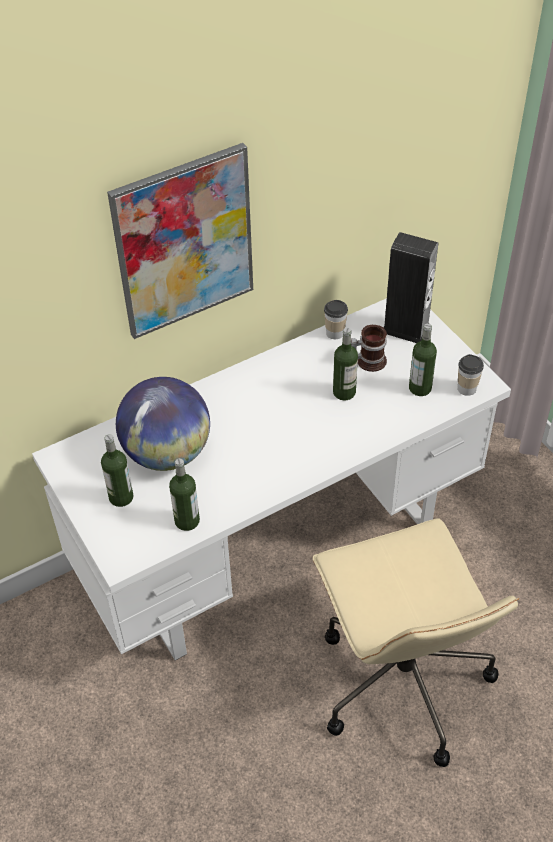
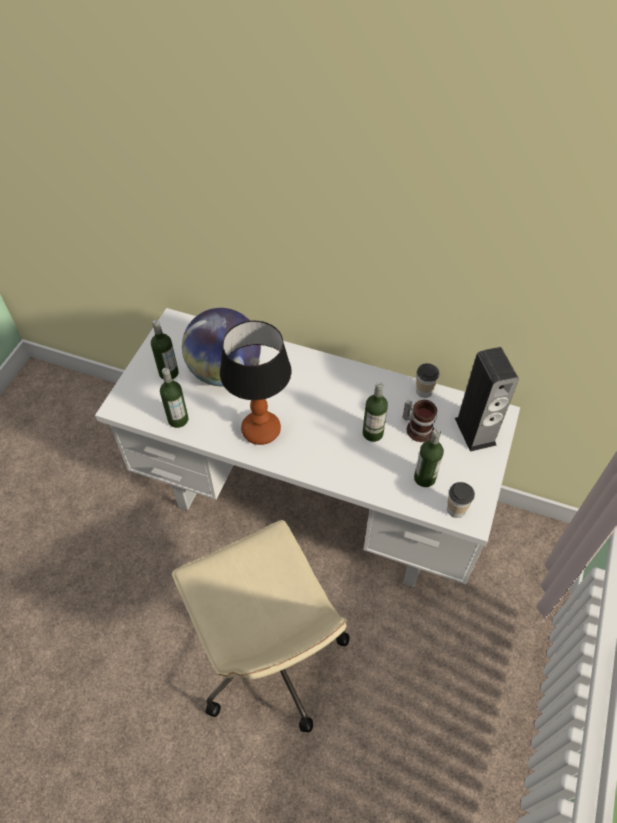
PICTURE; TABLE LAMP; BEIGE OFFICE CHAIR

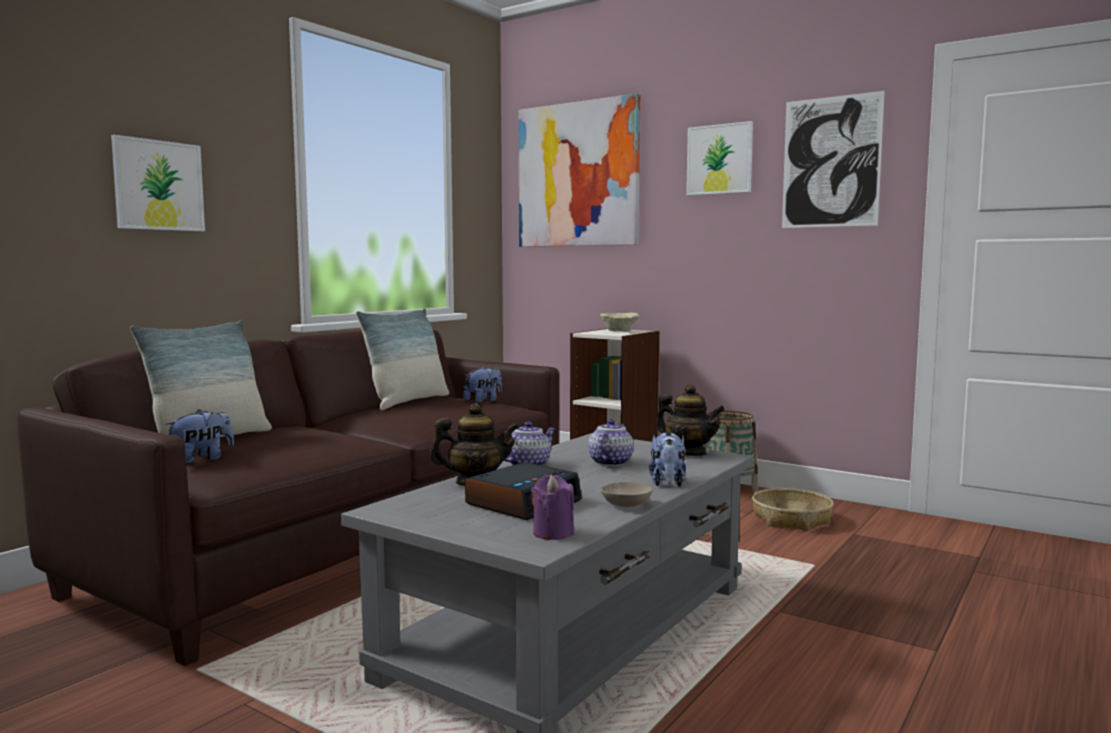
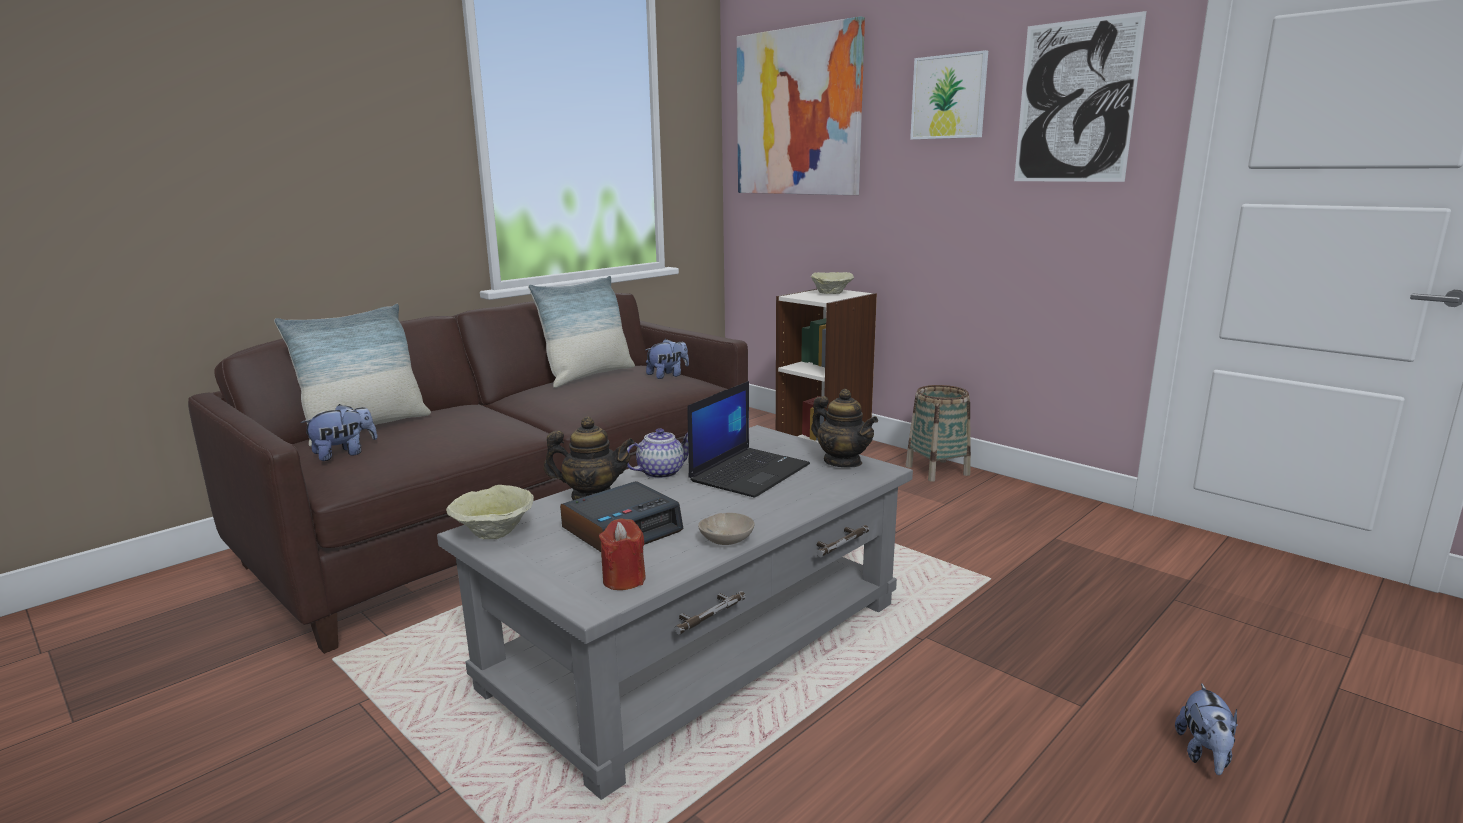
PICTURE (no. 1 from left in the first image); BASKET (no. 2 from left in the first image); BEIGE BOWL (no. 1 from left); PLUSH TOY (no. 3 from left); LAPTOP; RED CANDLE

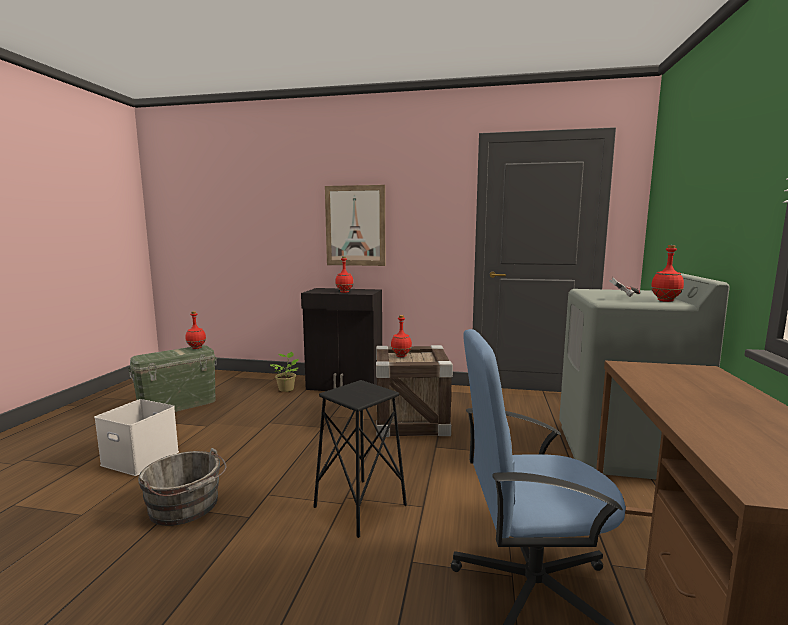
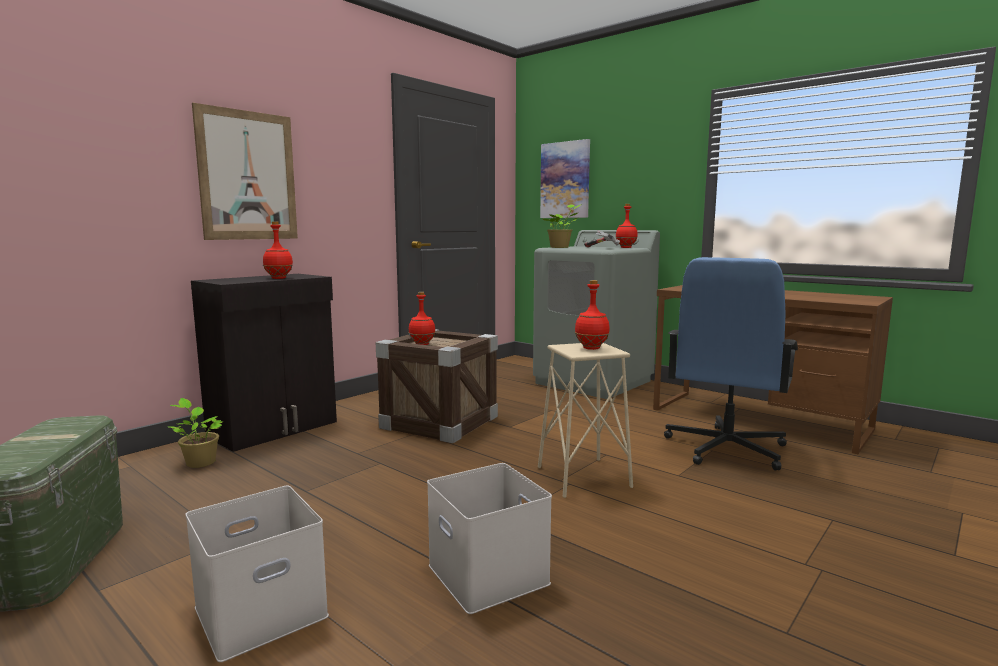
PICTURE (no. 2 from left); POTTED PLANT (no. 2 from left); RED BOTTLE (no. 3 from left); WHITE STORAGE BOX (no. 2 from left); BEIGE STOOL

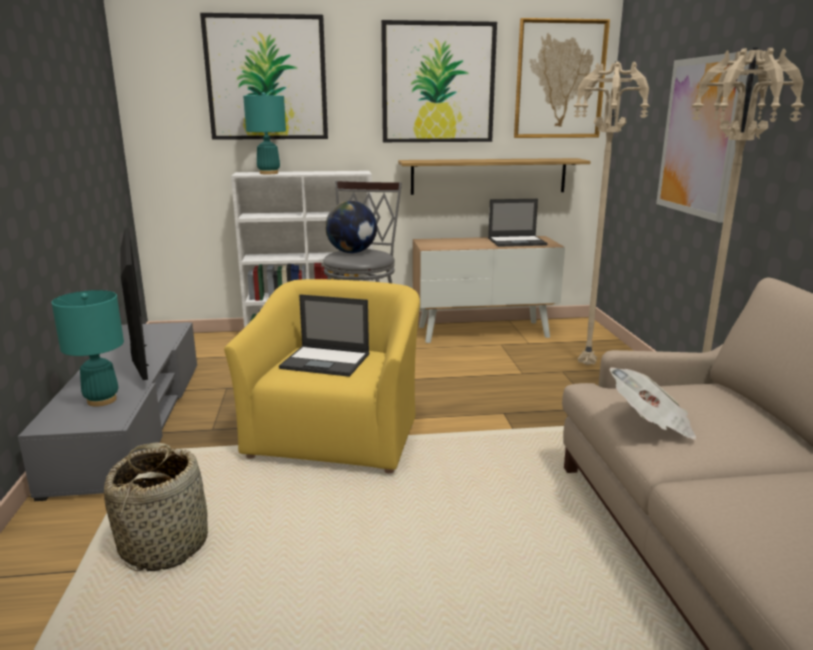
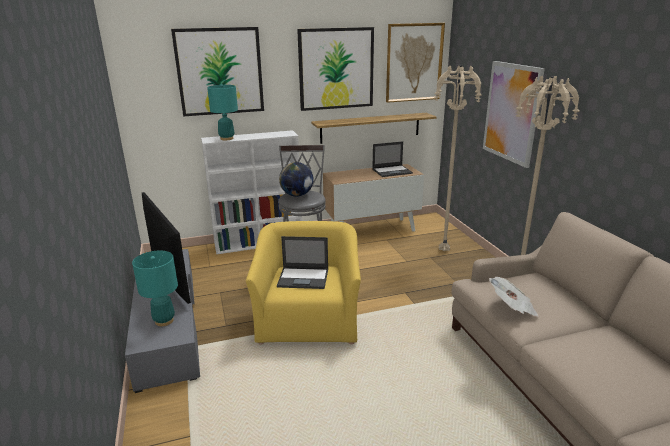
BASKET

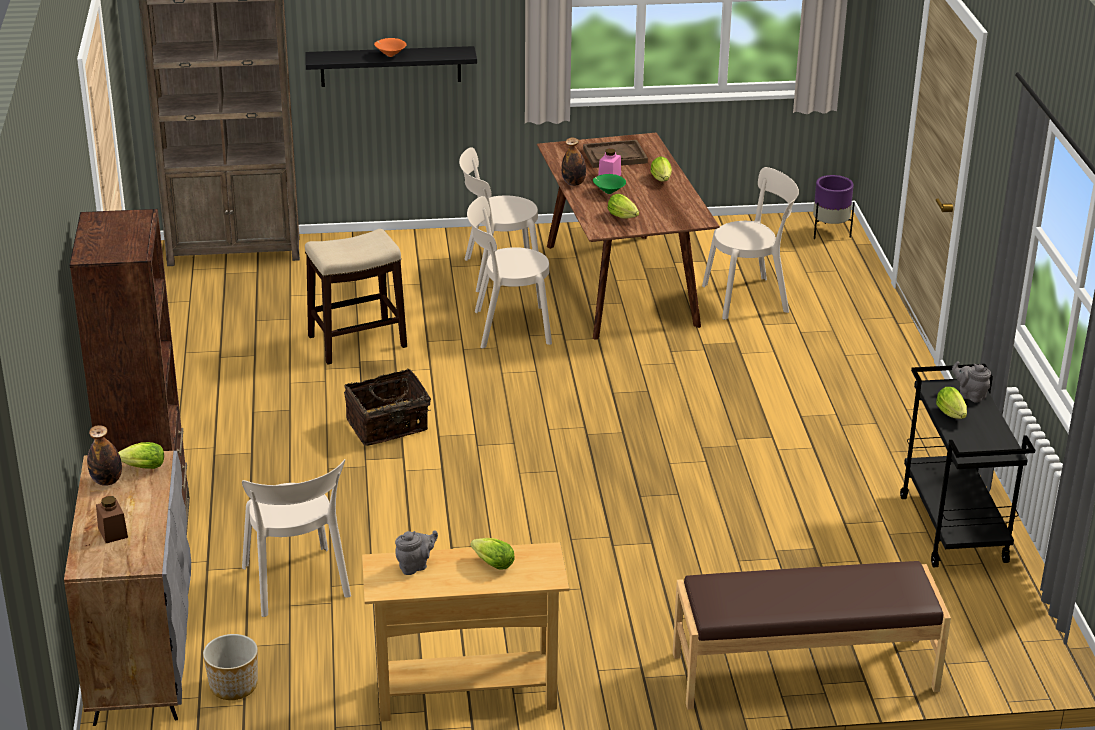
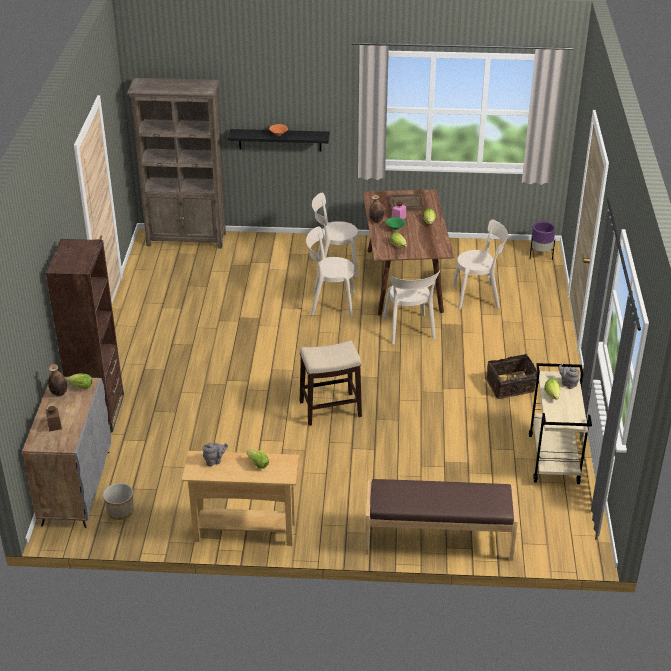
BEIGE CHAIR (no. 3 from left); STOOL; BASKET; BEIGE CART

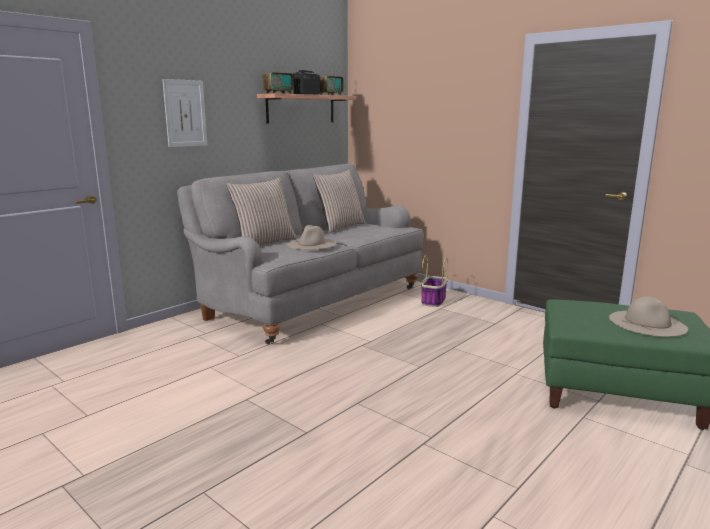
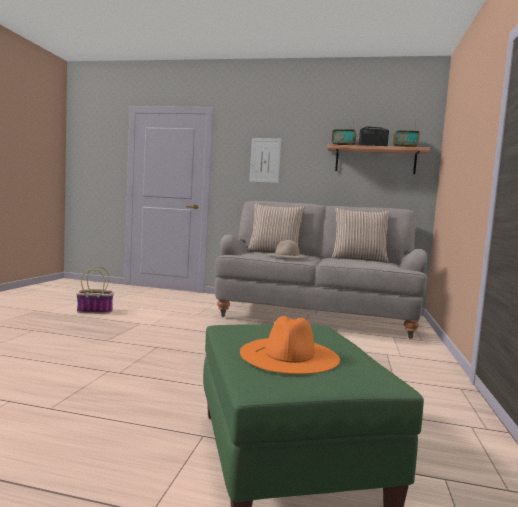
BASKET; ORANGE HAT

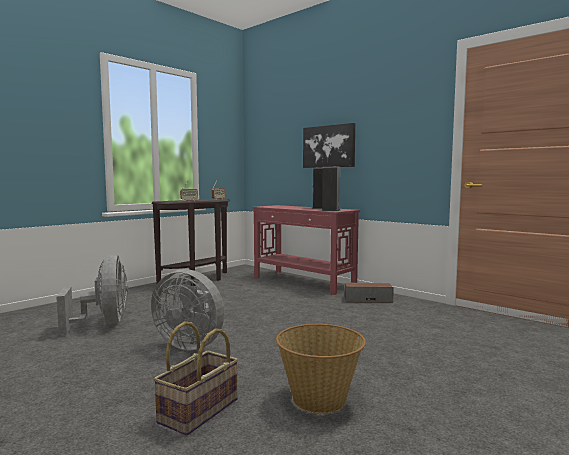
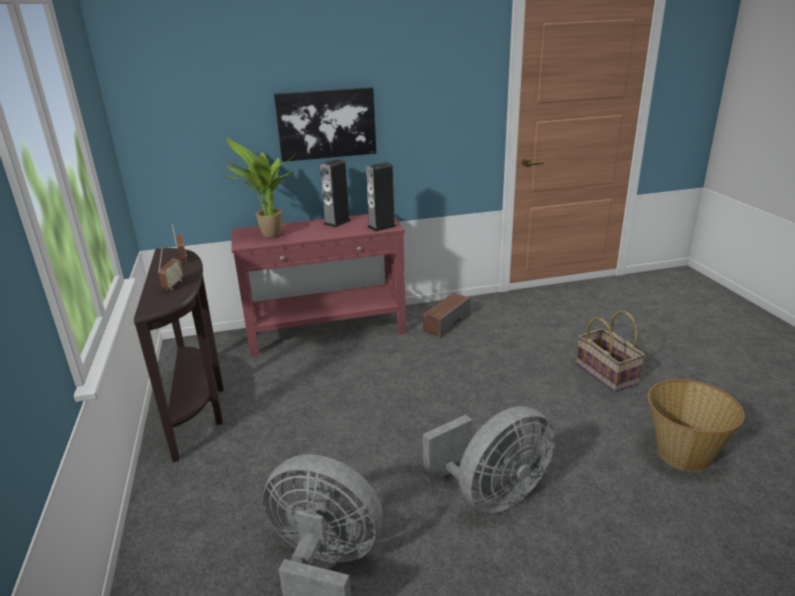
POTTED PLANT; BASKET (no. 1 from left)

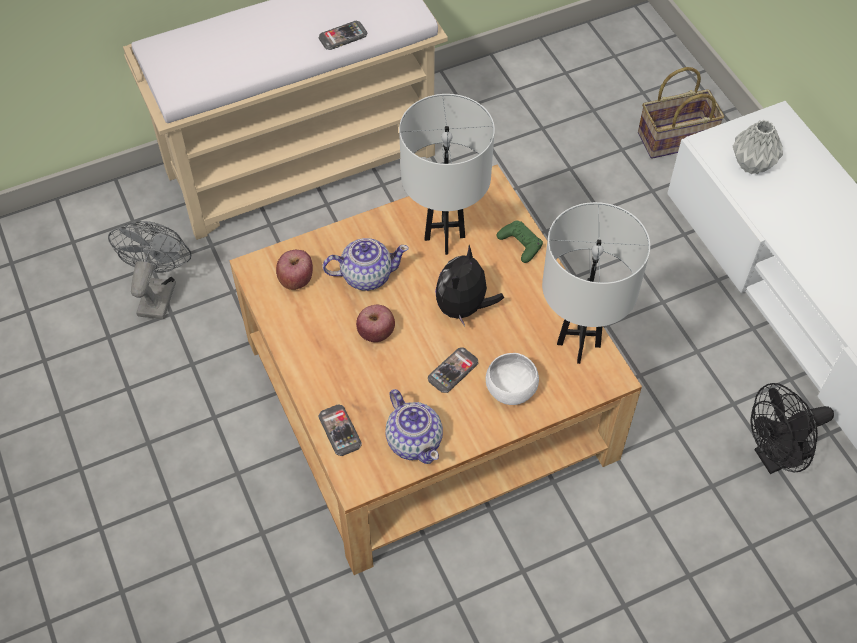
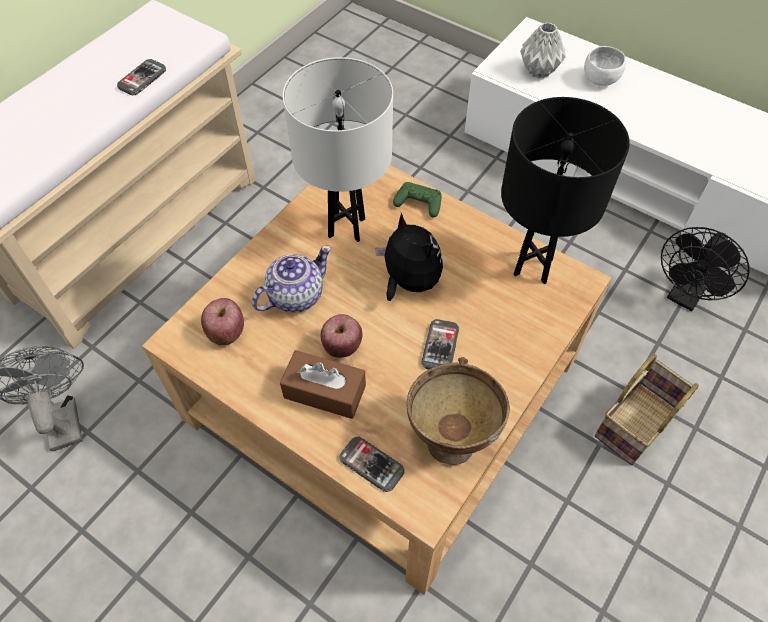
BROWN TISSUE BOX; WHITE BOWL; BASKET; BROWN BOWL; BLACK TABLE LAMP; PLUSH TOY

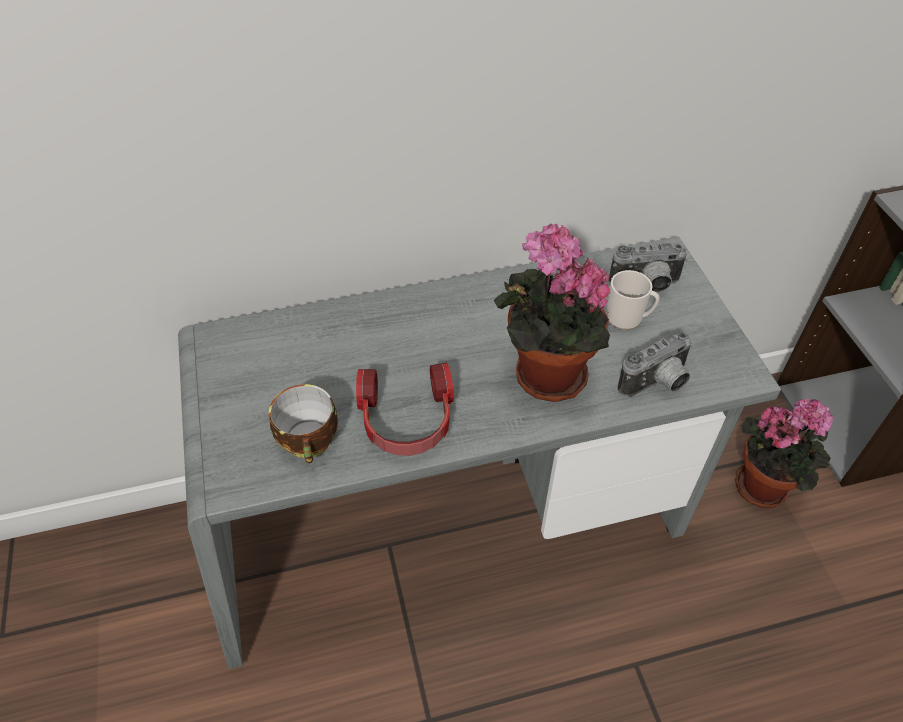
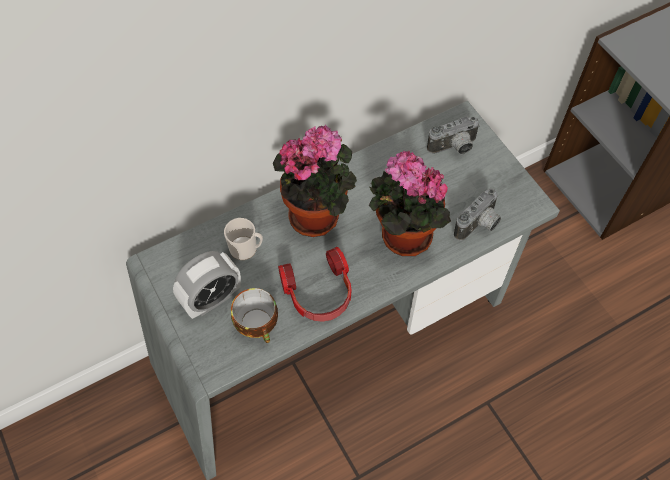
ALARM CLOCK; MUG; POTTED PLANT (no. 1 from left)

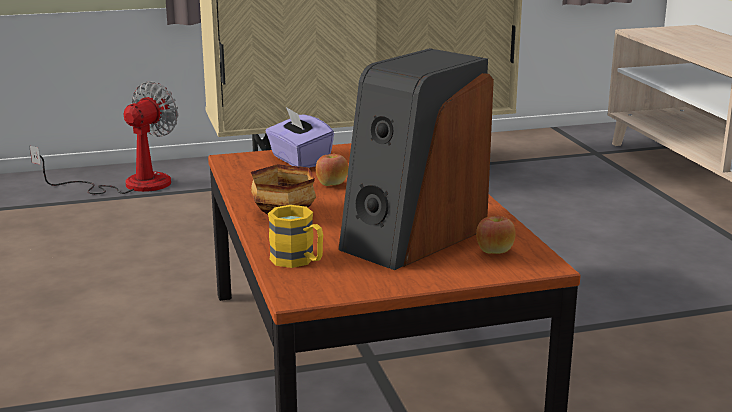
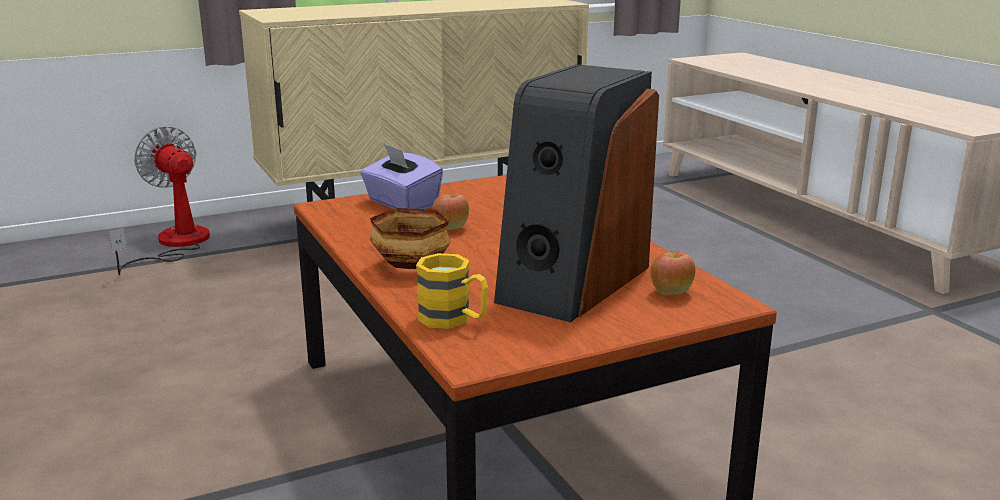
FAN

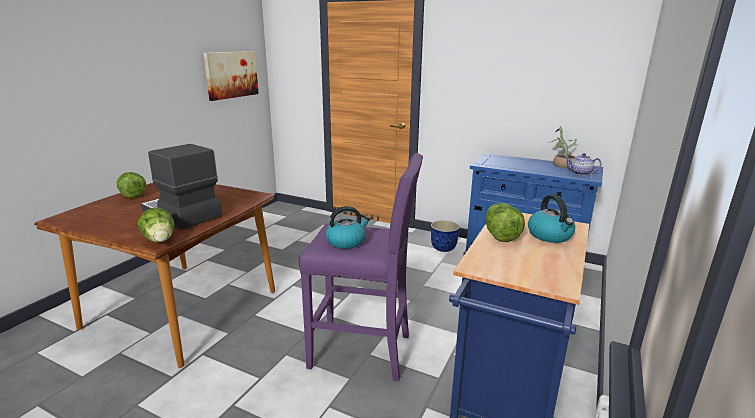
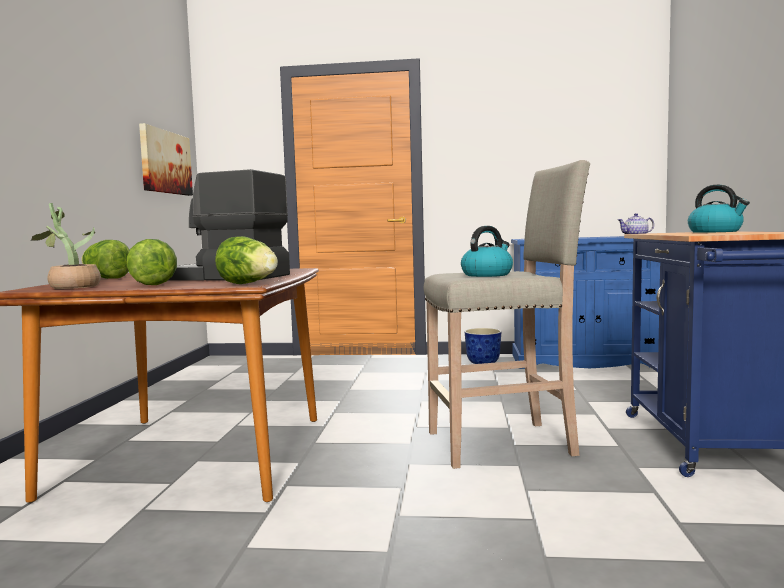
LETTUCE (no. 2 from left); POTTED PLANT; BEIGE STOOL

